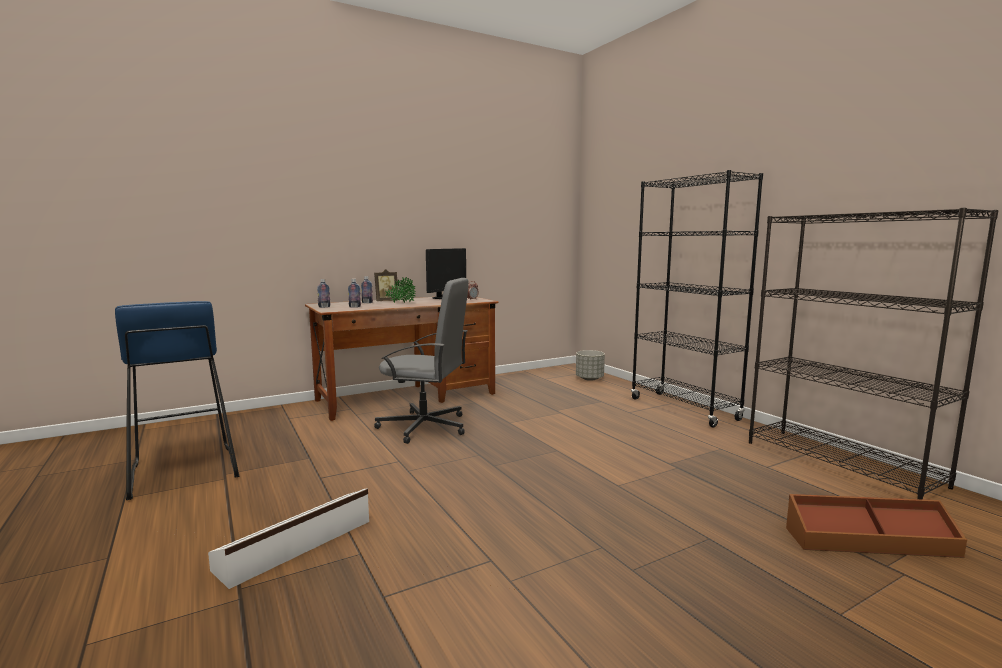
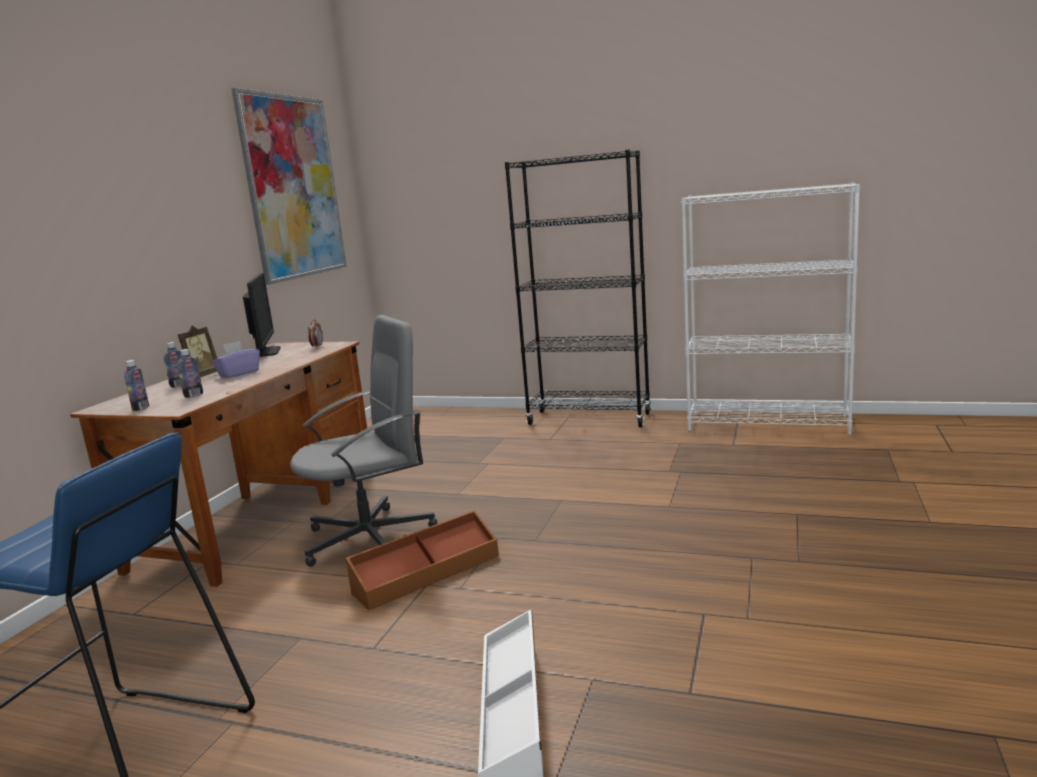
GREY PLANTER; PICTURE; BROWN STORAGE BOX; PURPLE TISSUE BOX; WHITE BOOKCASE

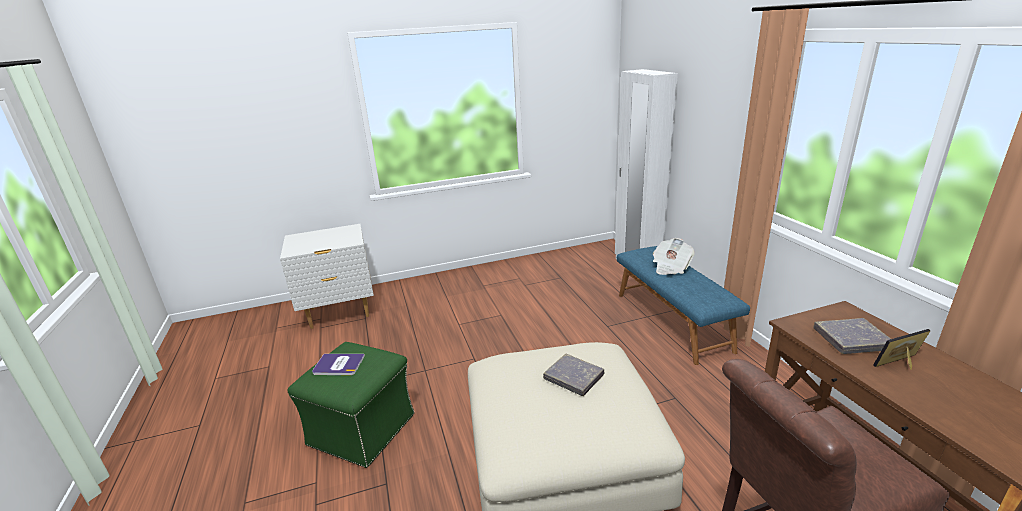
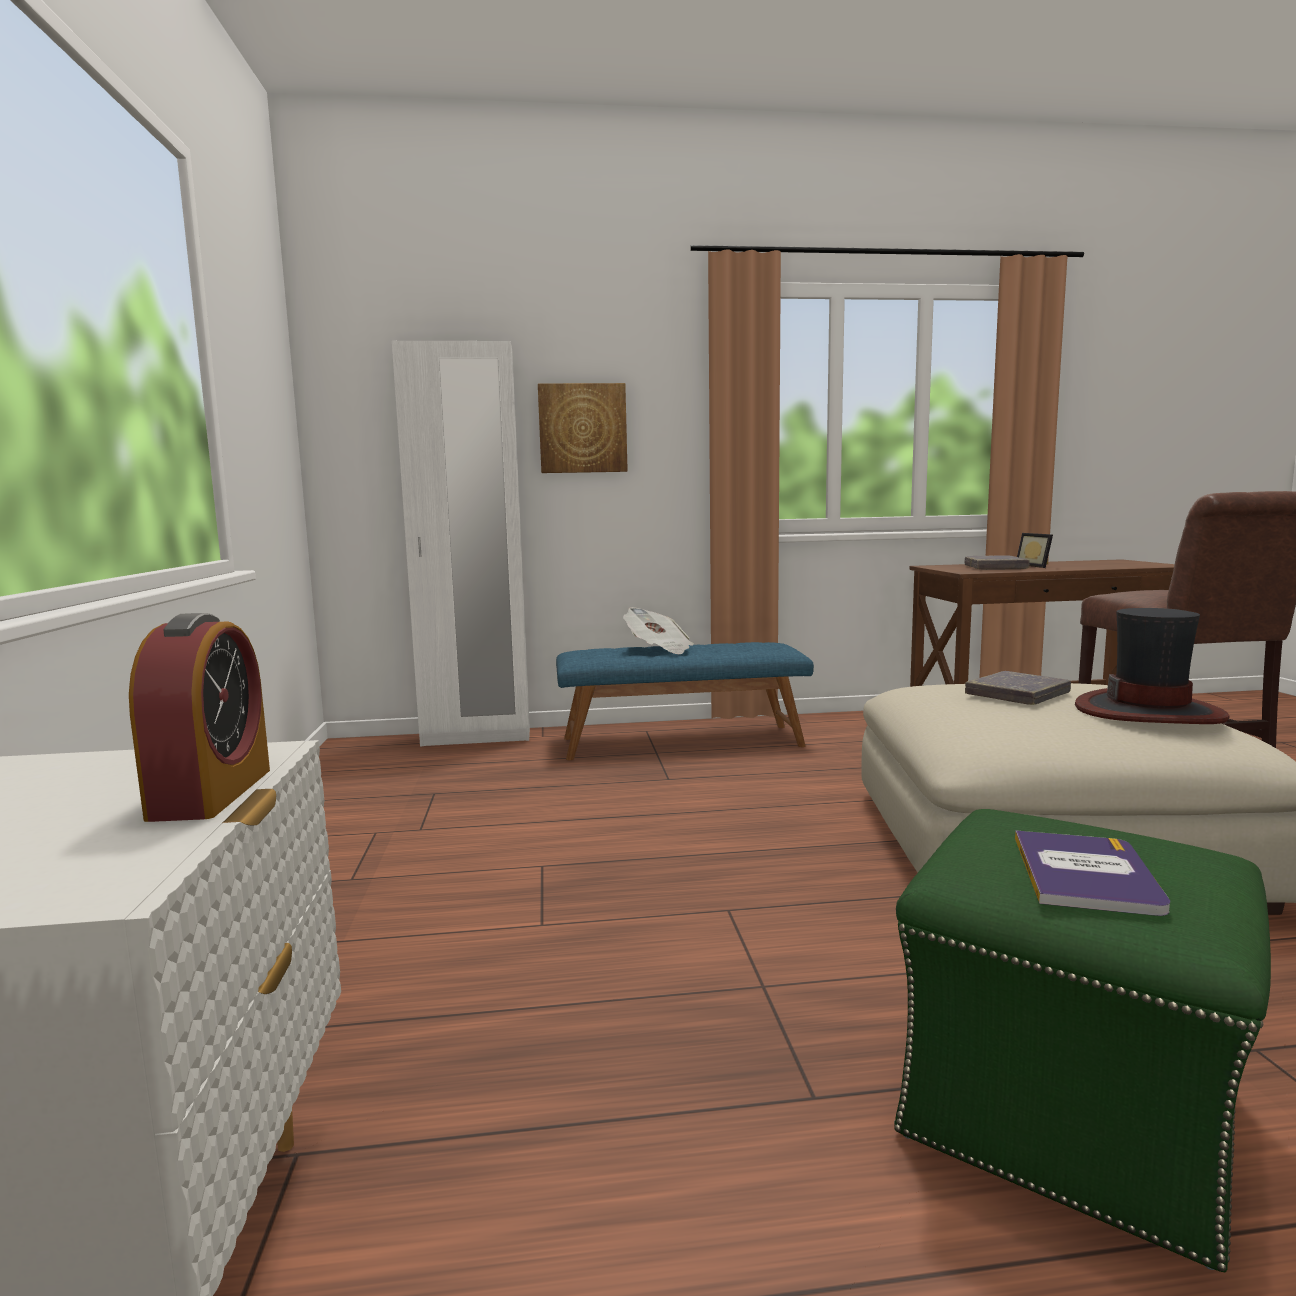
ALARM CLOCK; PICTURE; HAT

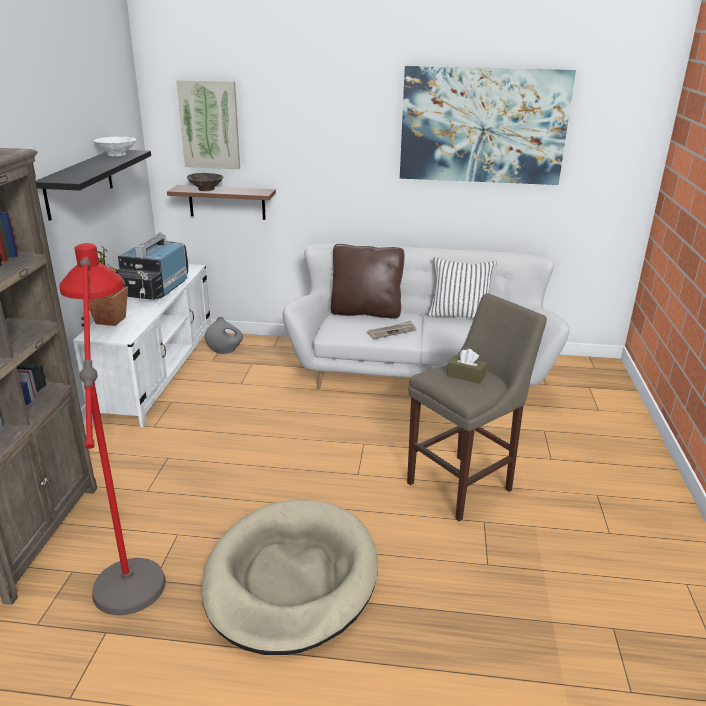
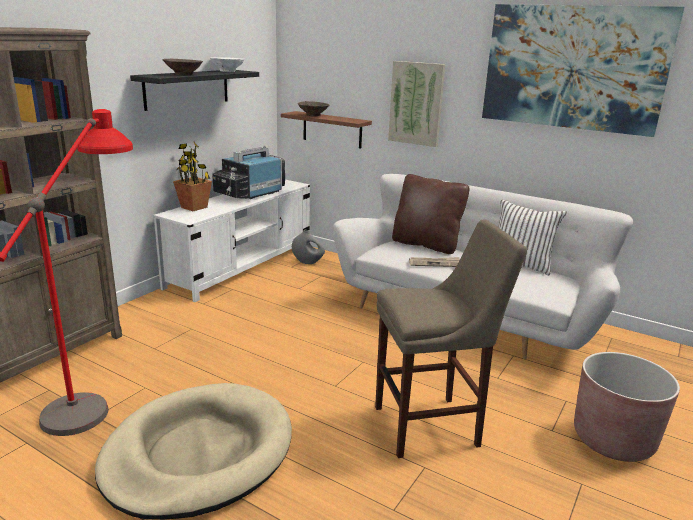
BROWN TISSUE BOX; BROWN BOWL (no. 1 from left); BROWN PLANTER; PICTURE (no. 1 from left)

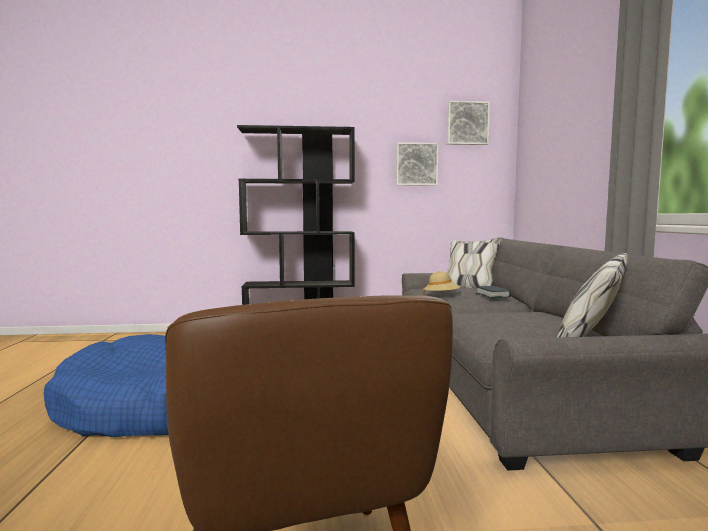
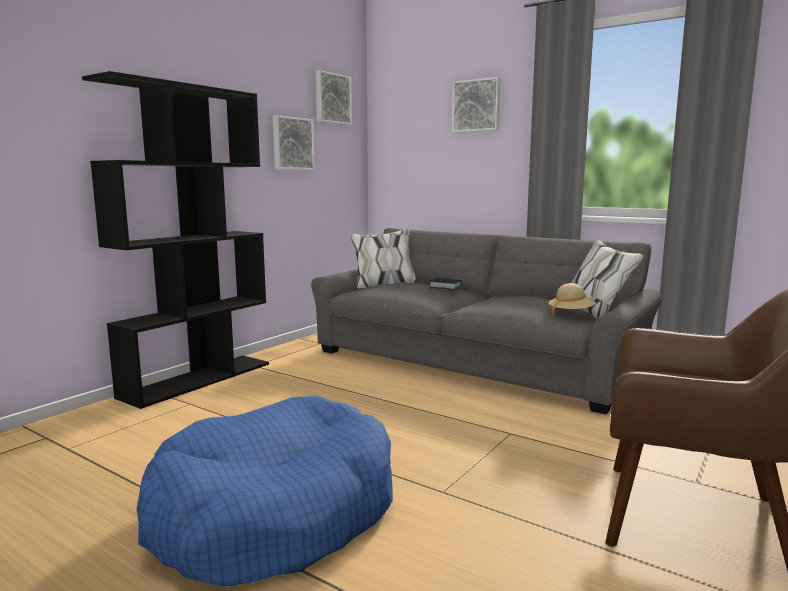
PICTURE (no. 3 from left); BEIGE HAT

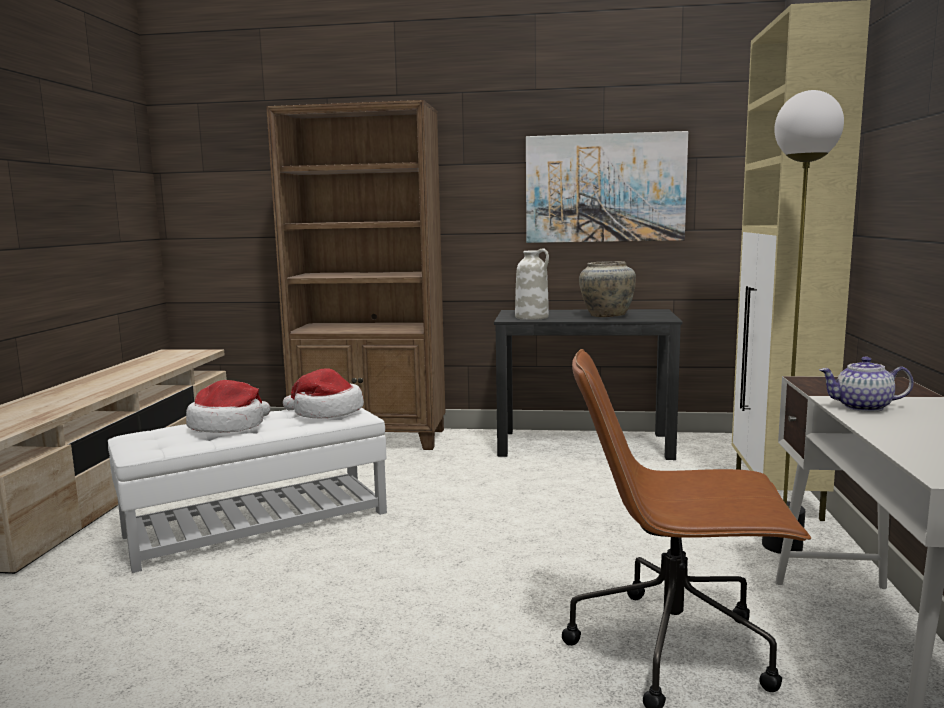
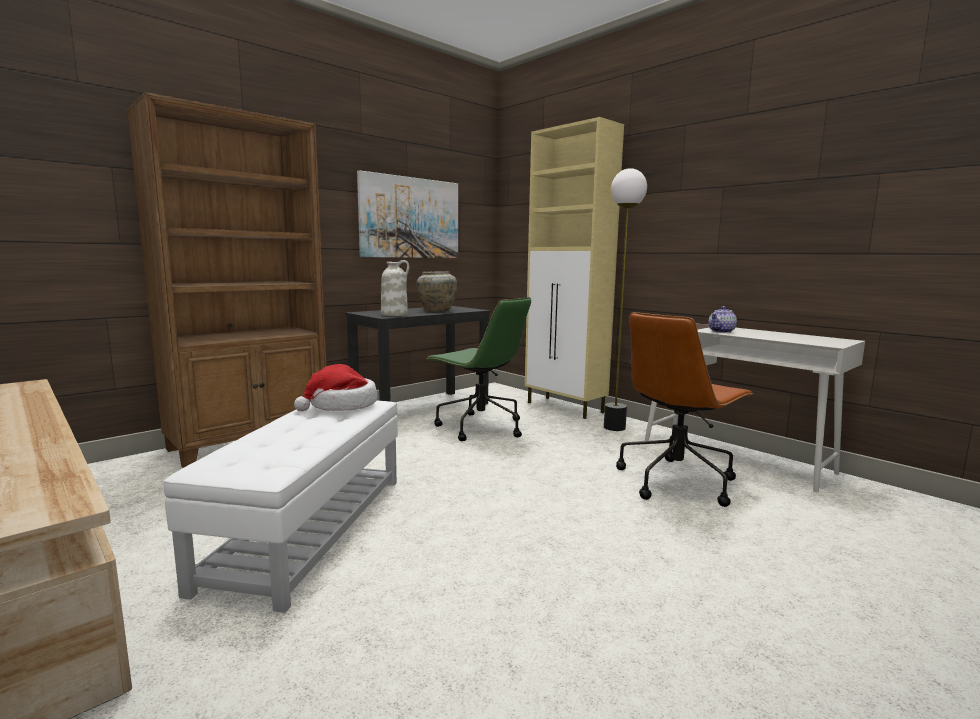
HAT (no. 1 from left in the first image); GREEN OFFICE CHAIR

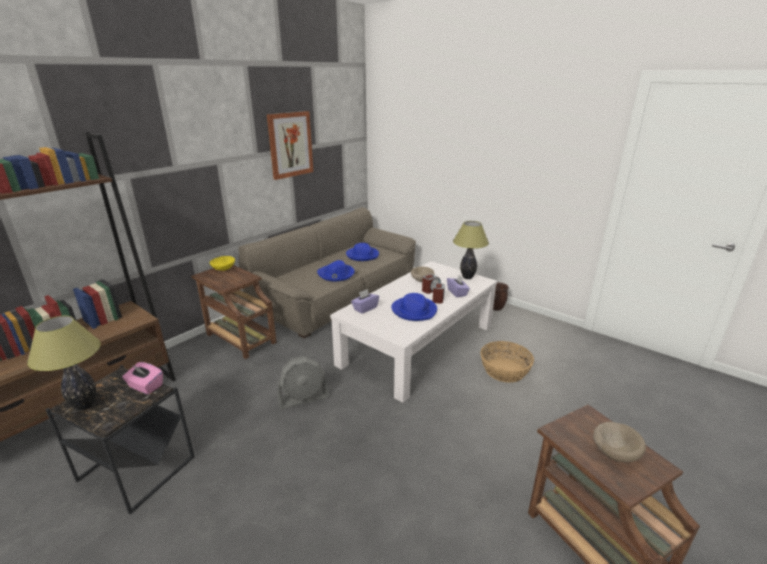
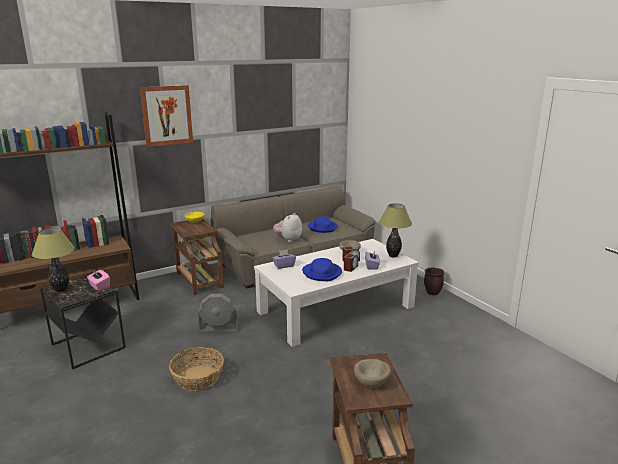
PICTURE; BASKET; PLUSH TOY

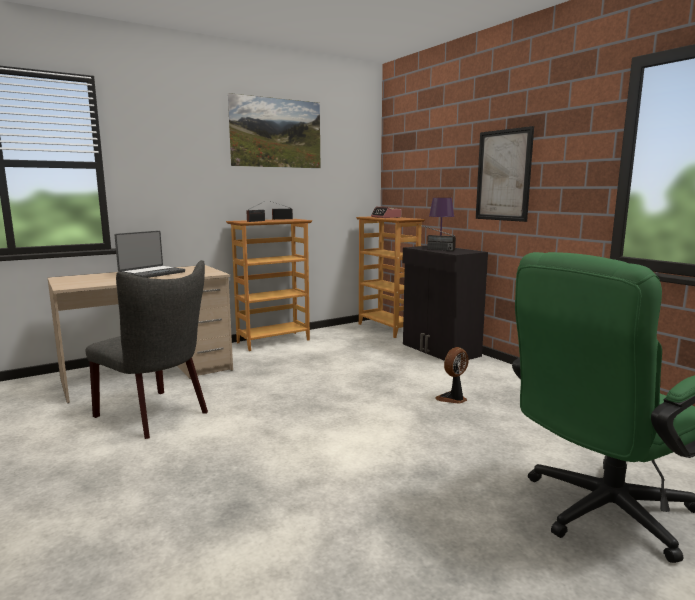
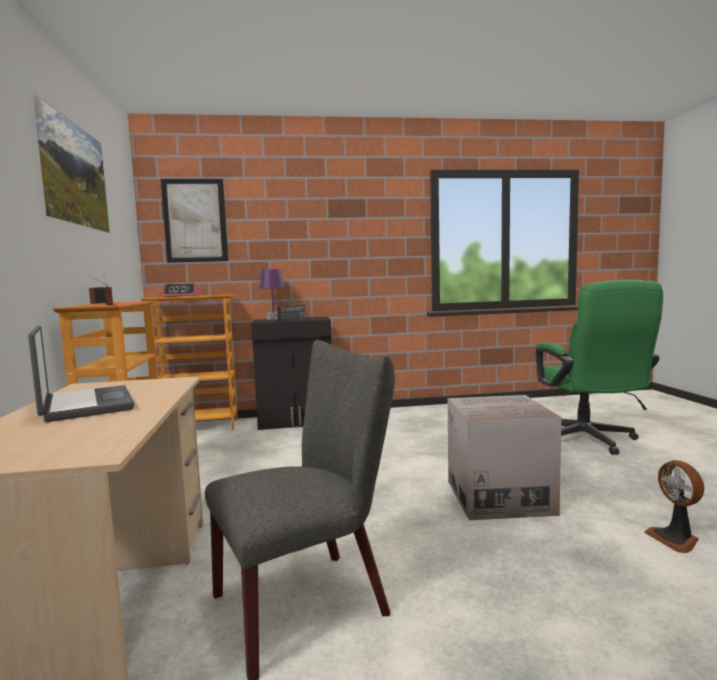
CARDBOARD BOX; FAN; PICTURE (no. 2 from left)

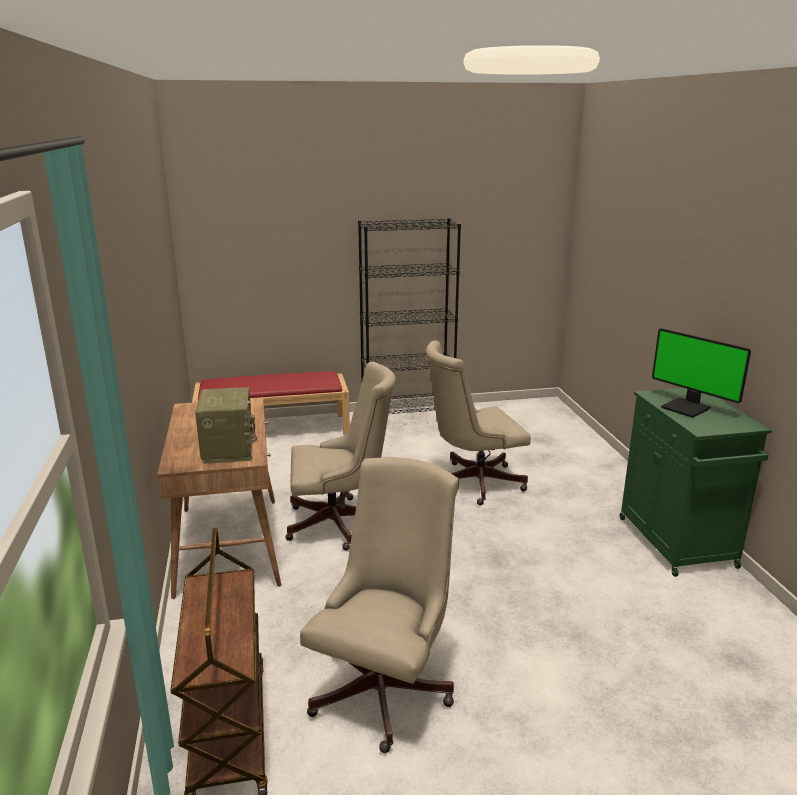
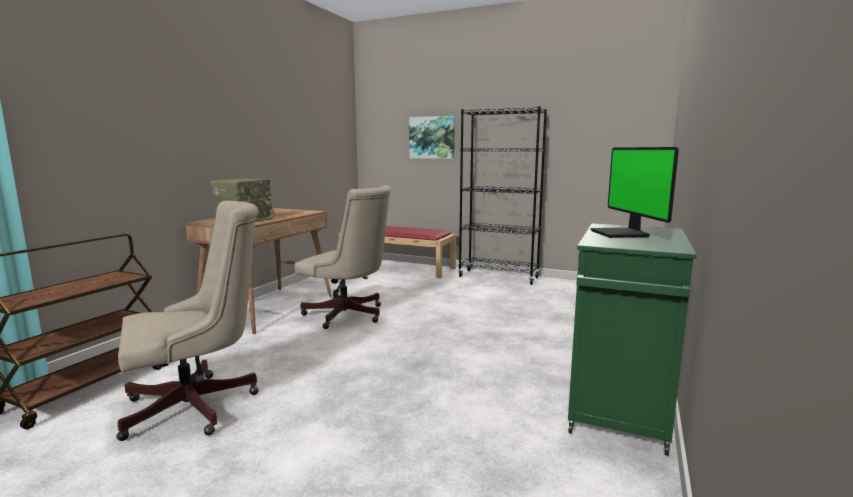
BEIGE OFFICE CHAIR (no. 3 from left in the first image); PICTURE

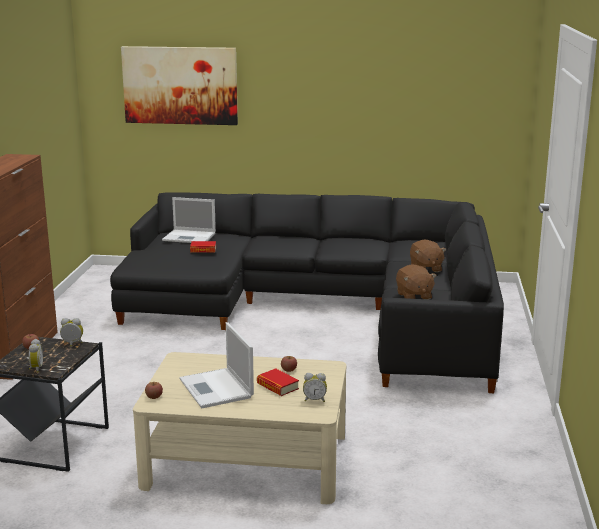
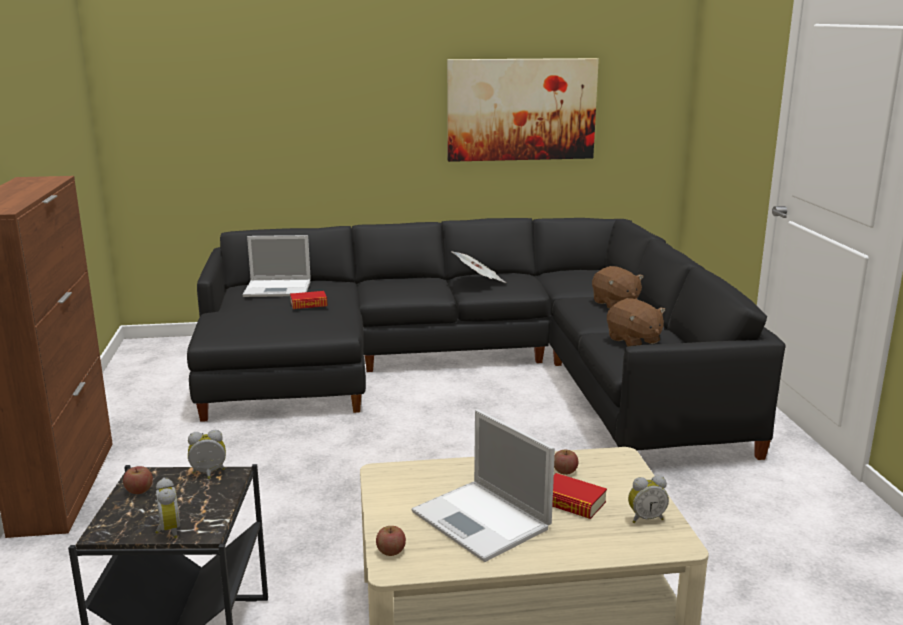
NEWSPAPER; PICTURE

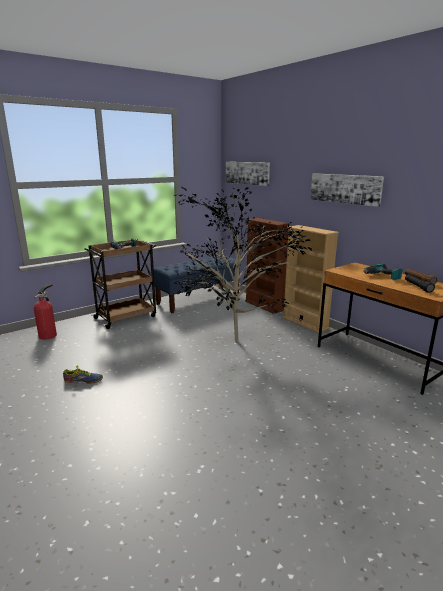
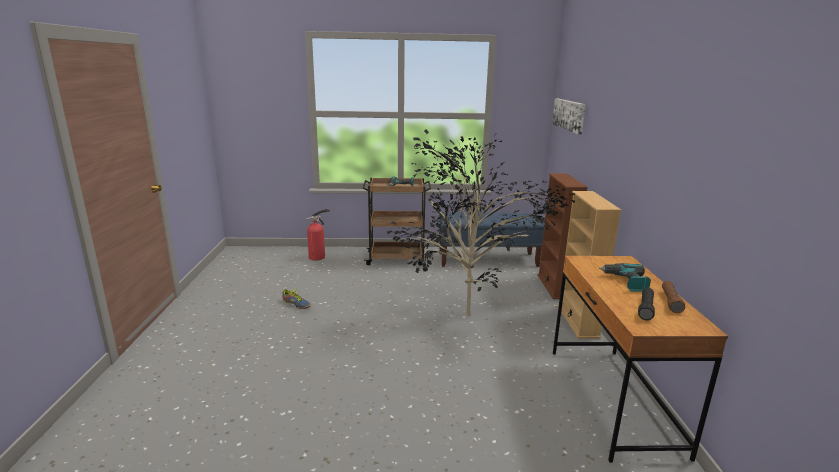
PICTURE (no. 2 from left in the first image)

